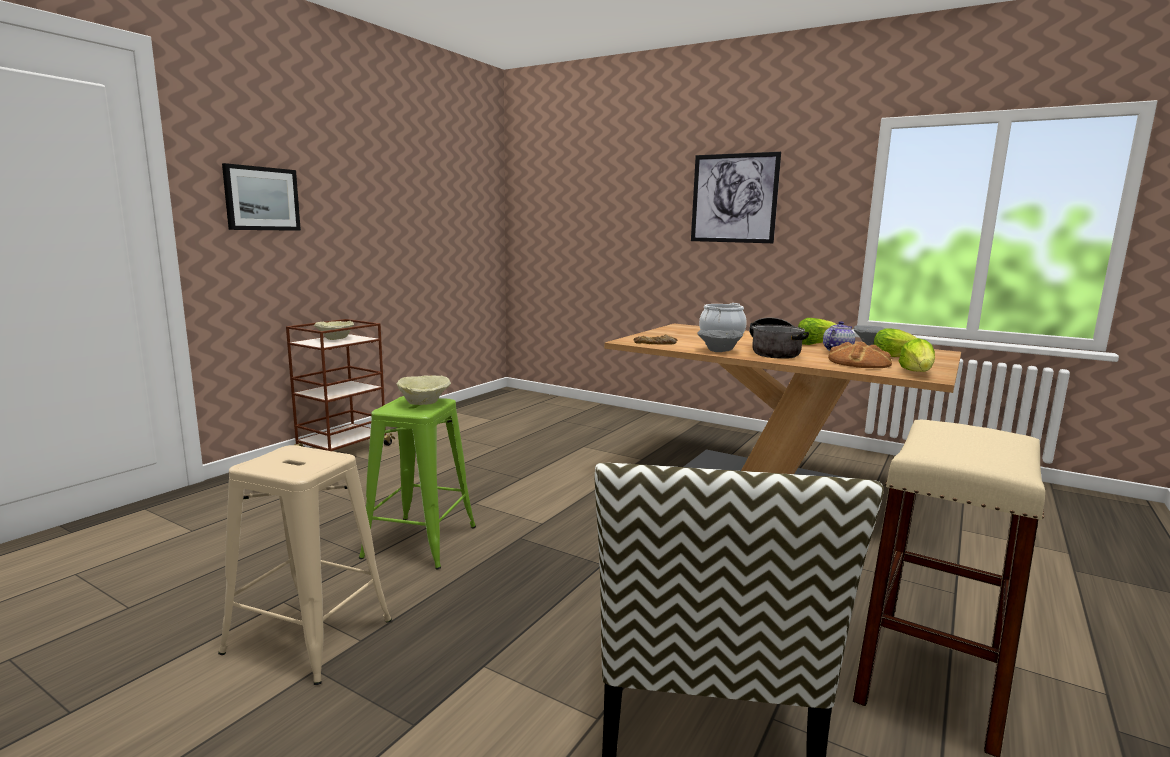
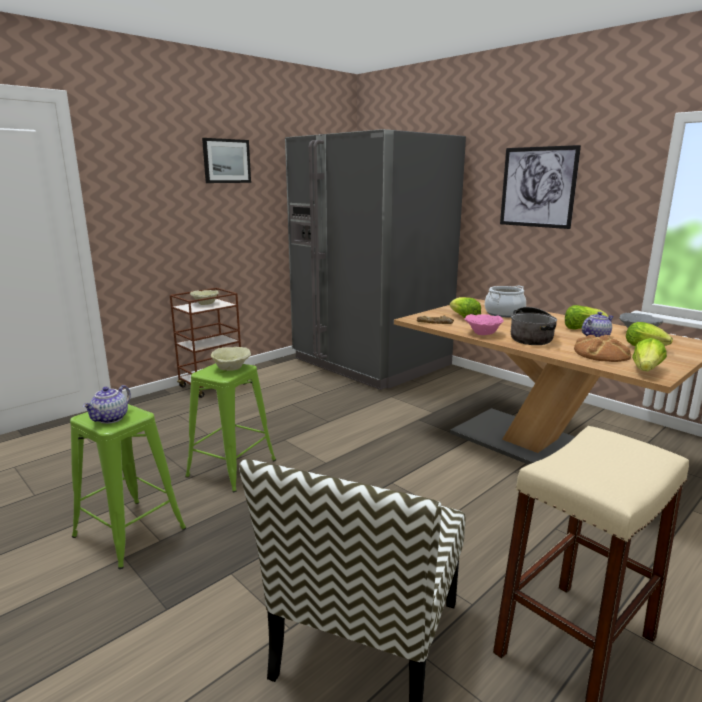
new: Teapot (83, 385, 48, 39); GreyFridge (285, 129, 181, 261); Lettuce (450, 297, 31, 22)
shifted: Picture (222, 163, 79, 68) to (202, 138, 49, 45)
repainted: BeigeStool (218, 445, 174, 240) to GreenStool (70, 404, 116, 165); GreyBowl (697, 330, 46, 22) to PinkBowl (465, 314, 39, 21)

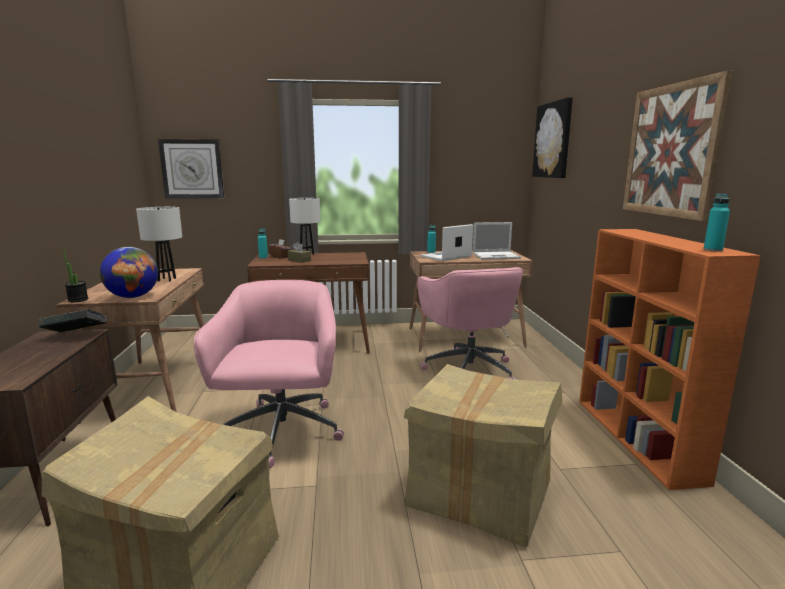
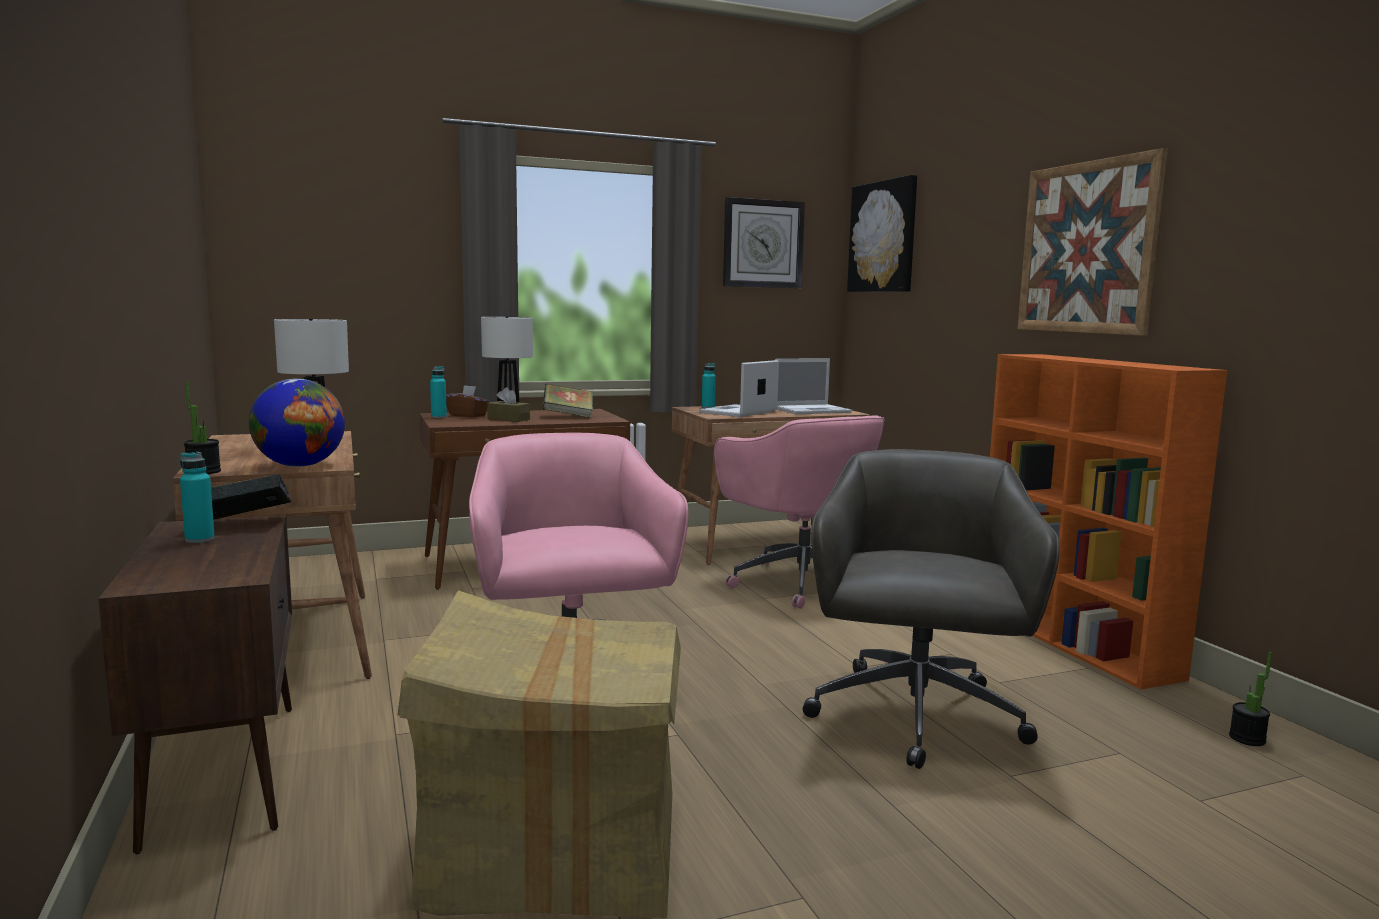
new: Book (543, 384, 50, 34); PottedPlant (1229, 652, 43, 94)
shifted: TurquoiseBottle (704, 194, 26, 57) to (180, 452, 35, 91); WallClock (158, 139, 66, 60) to (723, 197, 82, 91)
swapped: CardboardBox (404, 364, 158, 183) to GreyOfficeChair (803, 449, 257, 320)

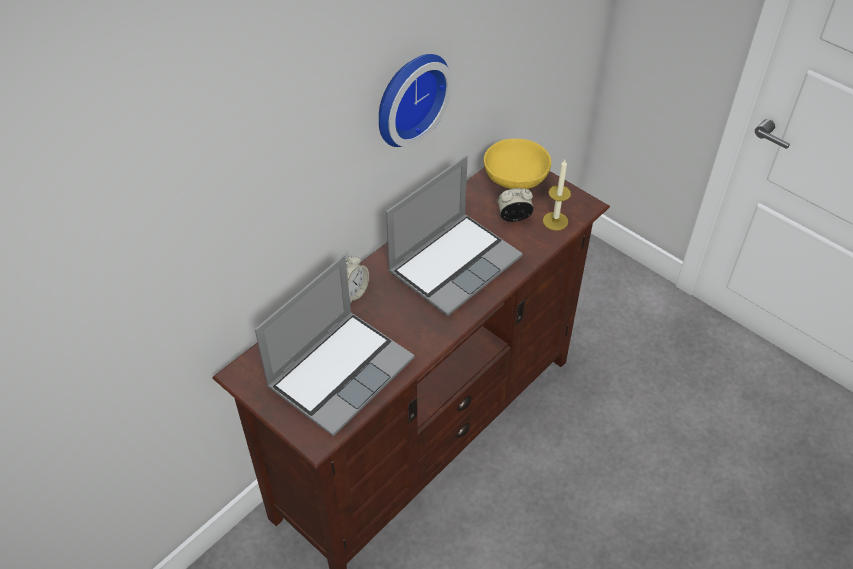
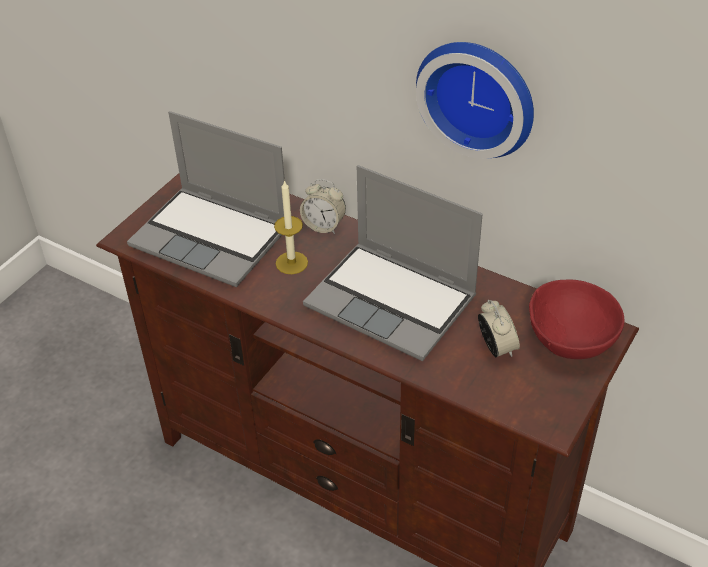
shifted: Candle (543, 160, 28, 71) to (274, 180, 34, 94)
repainted: YellowBowl (484, 139, 67, 50) to RedBowl (529, 280, 96, 79)

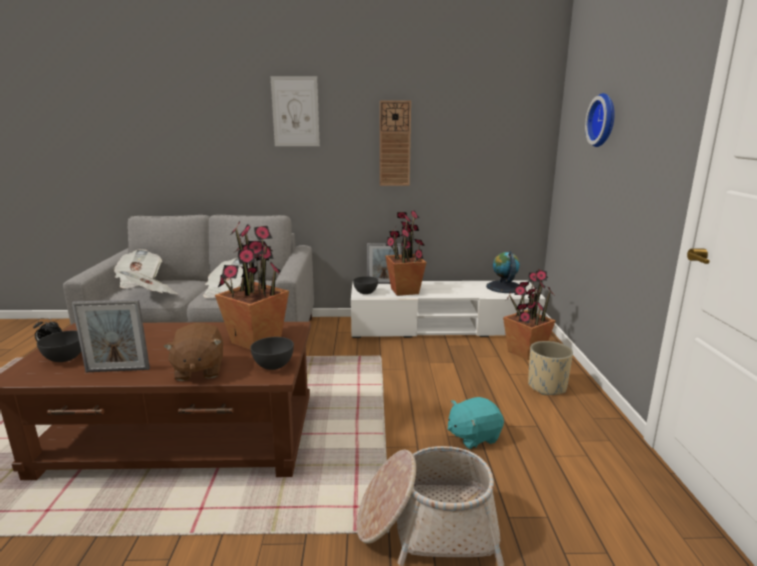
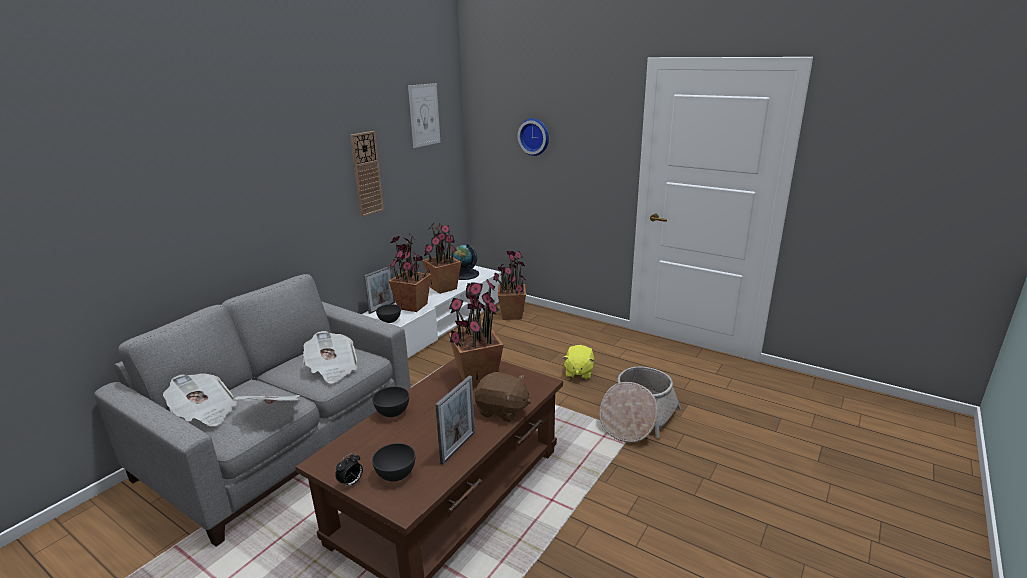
gone: BeigePlanter (528, 341, 45, 54)
new: PottedPlant (422, 223, 39, 71)
shifted: GreyBowl (250, 337, 44, 33) to (372, 387, 37, 30); Picture (271, 76, 49, 70) to (408, 83, 32, 65)
repainted: TurquoisePlushToy (448, 397, 56, 52) to YellowPlushToy (563, 345, 32, 35)

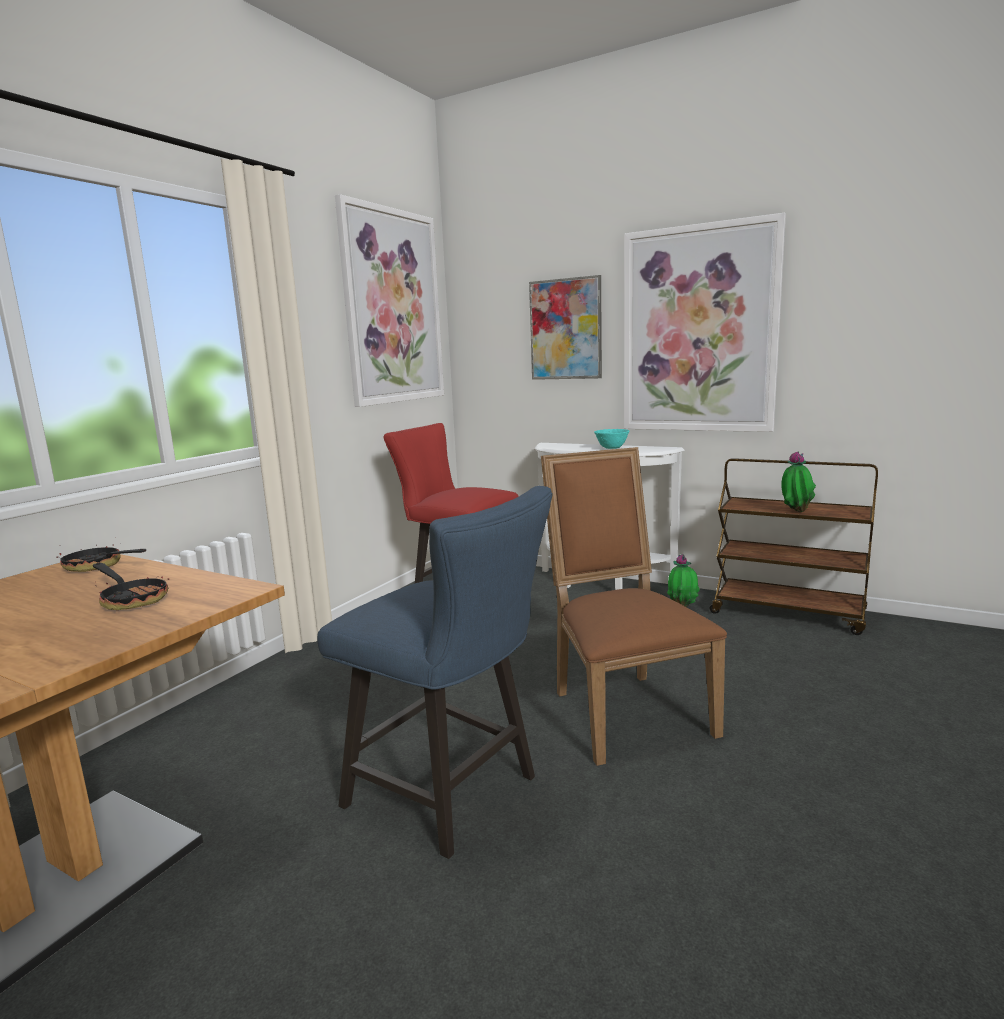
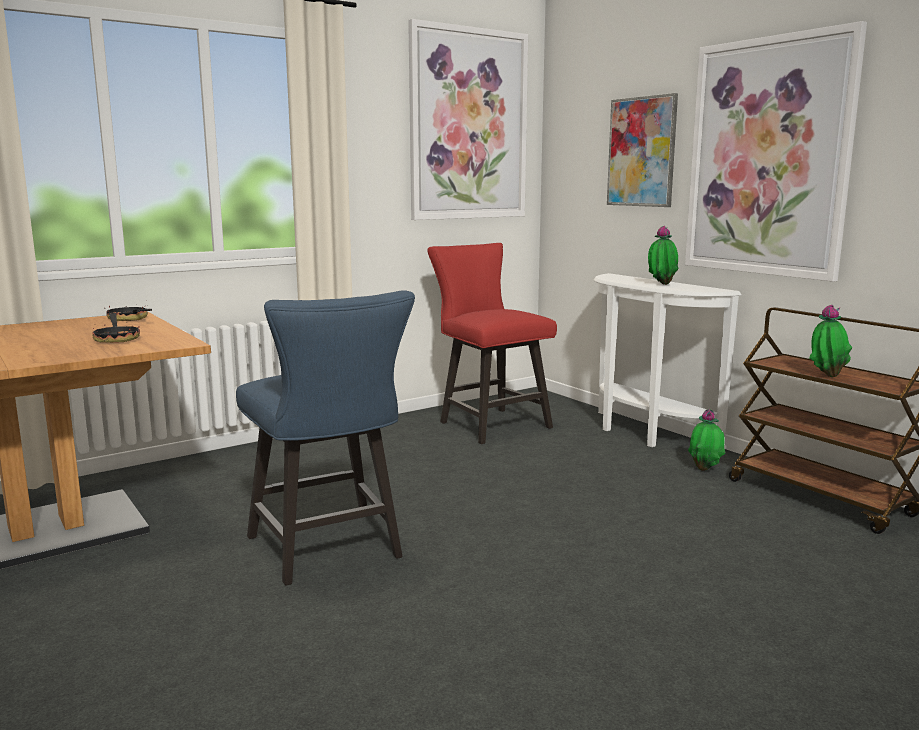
gone: BrownChair (541, 447, 186, 319)
swapped: TurquoiseBowl (594, 429, 35, 20) to PottedPlant (648, 226, 30, 59)

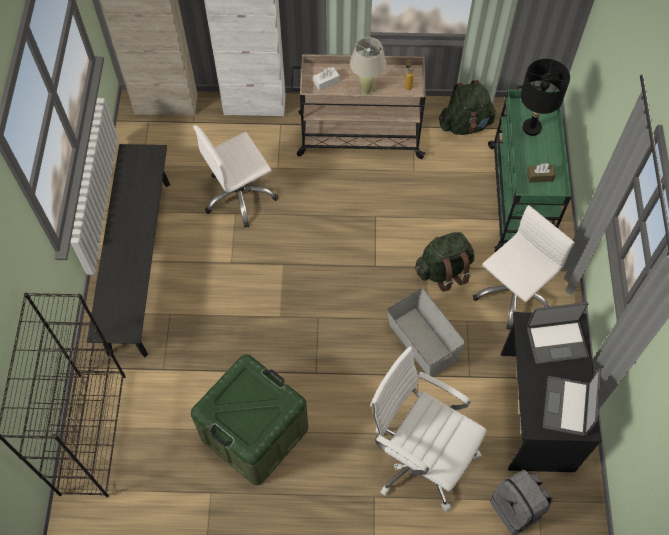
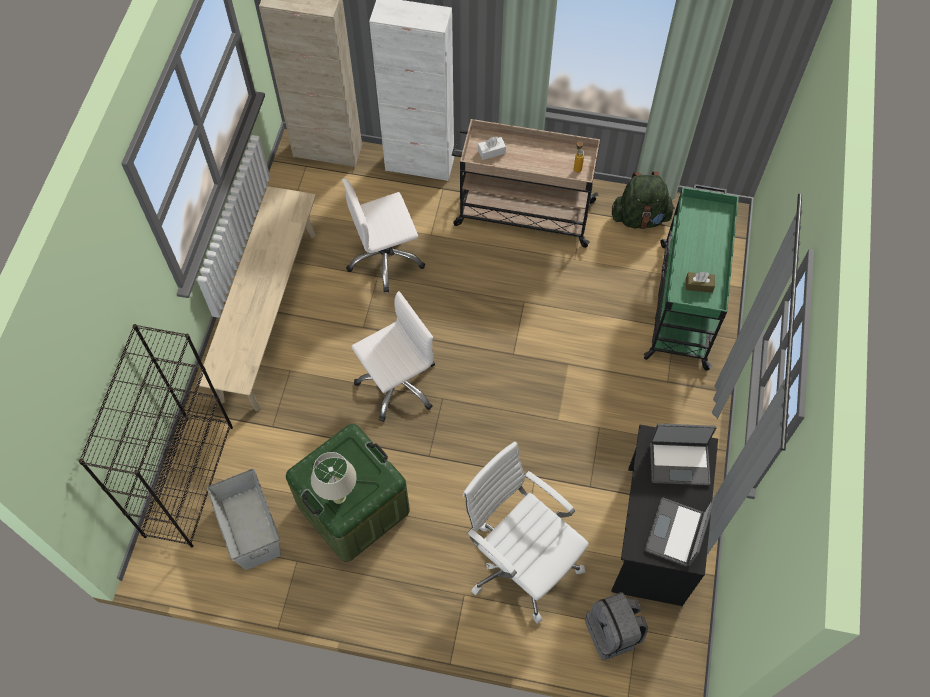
gone: GreenBackpack (415, 232, 59, 60); BlackTableLamp (521, 59, 49, 77)
shifted: GreyStorageBox (387, 288, 79, 89) to (207, 469, 74, 101); BeigeTableLamp (350, 37, 37, 58) to (311, 452, 46, 52); WhiteOfficeChair (473, 205, 101, 125) to (351, 291, 84, 131)
repainted: BlackBench (87, 144, 83, 213) to BeigeBench (196, 186, 120, 225)

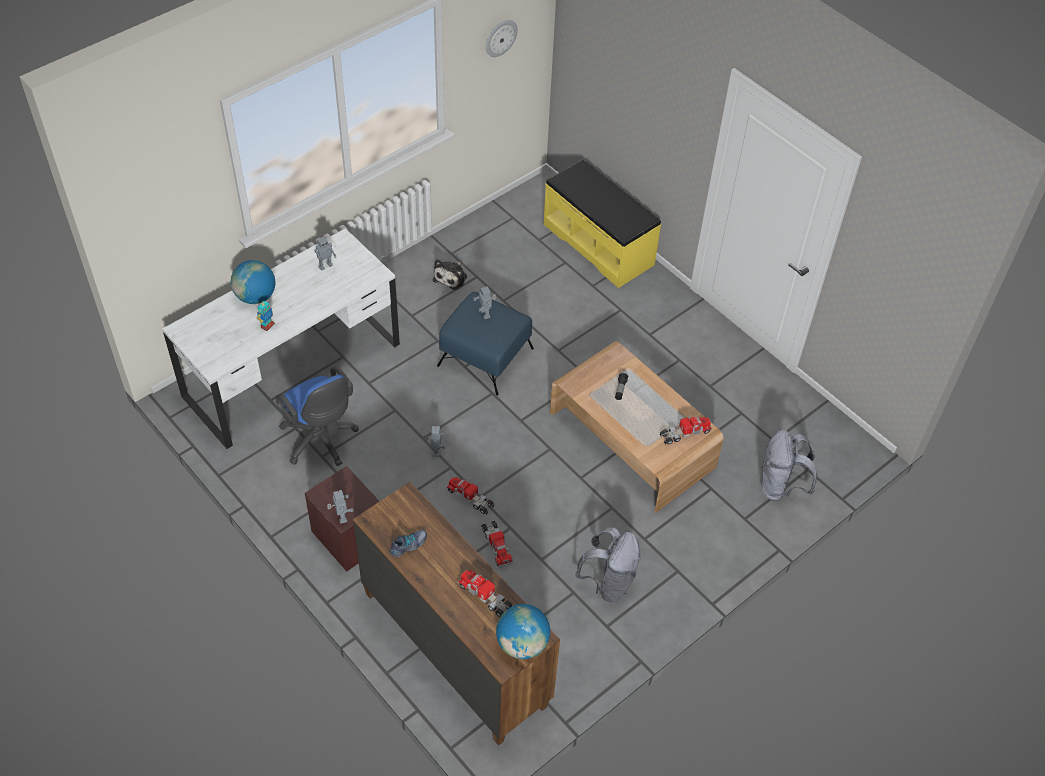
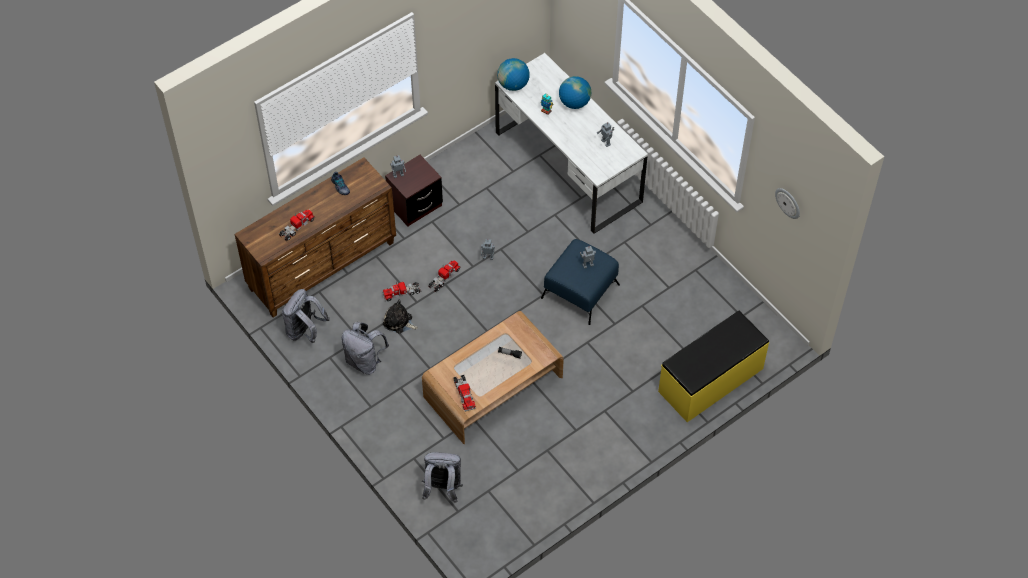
gone: BlueOfficeChair (276, 366, 83, 100)
new: GreyBackpack (282, 289, 48, 54)
shifted: PlushToy (433, 259, 34, 31) to (383, 300, 35, 33); Globe (496, 604, 54, 55) to (497, 58, 33, 33)

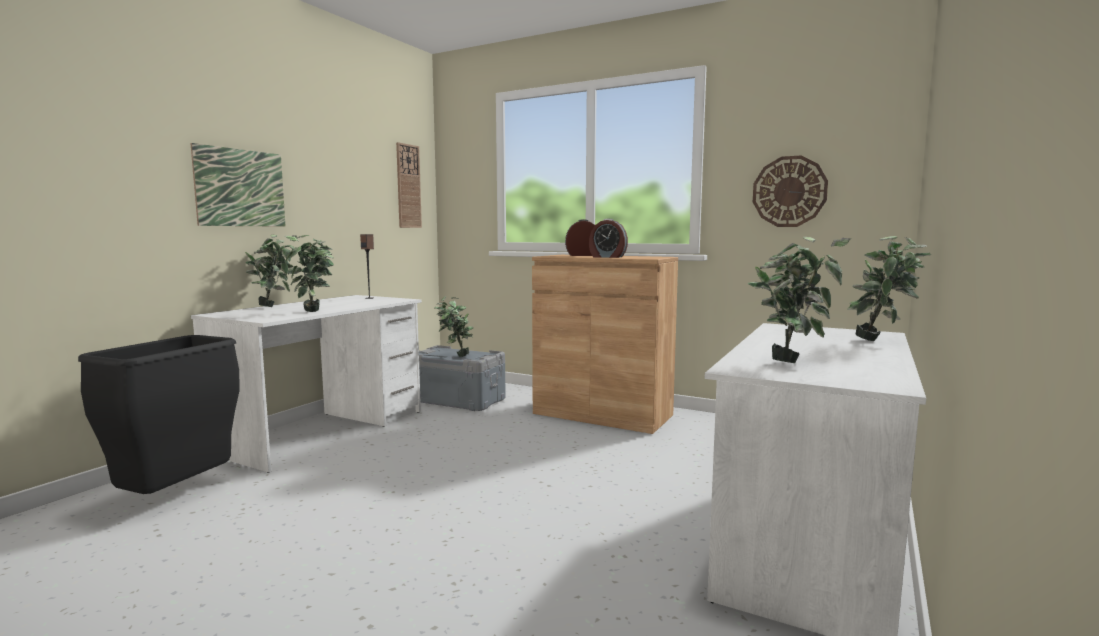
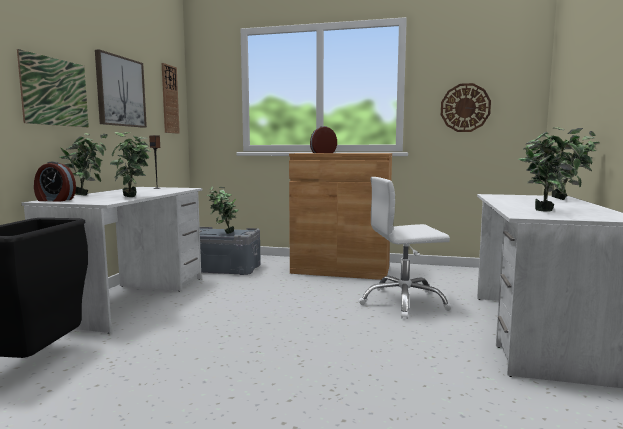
new: Picture (95, 49, 52, 79); WhiteOfficeChair (359, 177, 93, 142)
shifted: AlarmClock (589, 219, 39, 39) to (34, 161, 42, 41)

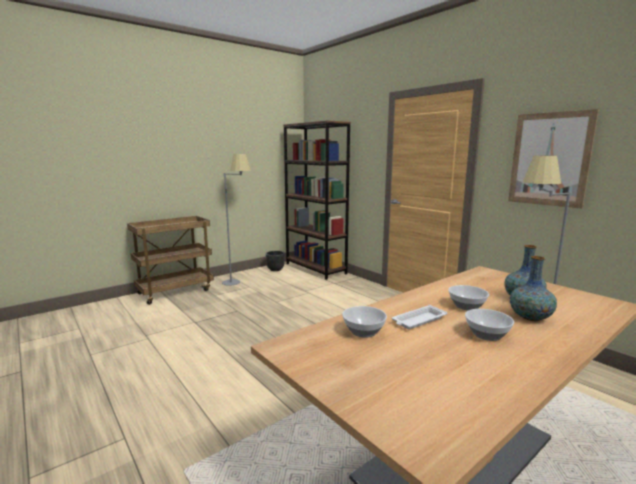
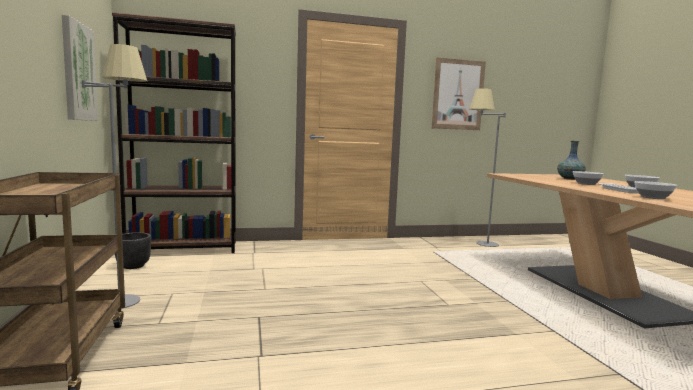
gone: Vase (510, 256, 47, 65)
new: Picture (62, 15, 36, 106)

